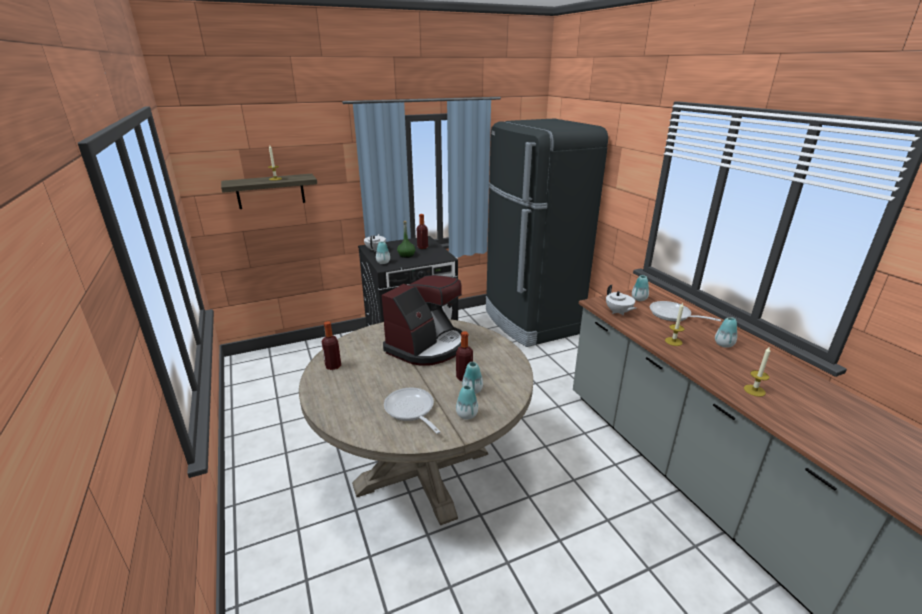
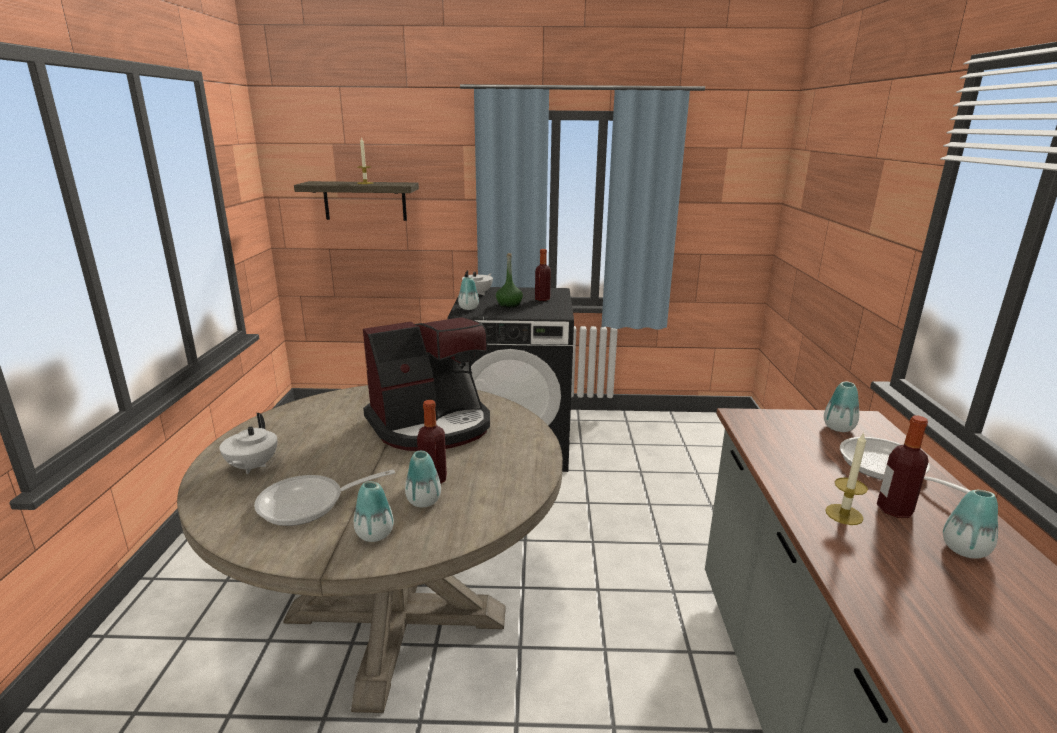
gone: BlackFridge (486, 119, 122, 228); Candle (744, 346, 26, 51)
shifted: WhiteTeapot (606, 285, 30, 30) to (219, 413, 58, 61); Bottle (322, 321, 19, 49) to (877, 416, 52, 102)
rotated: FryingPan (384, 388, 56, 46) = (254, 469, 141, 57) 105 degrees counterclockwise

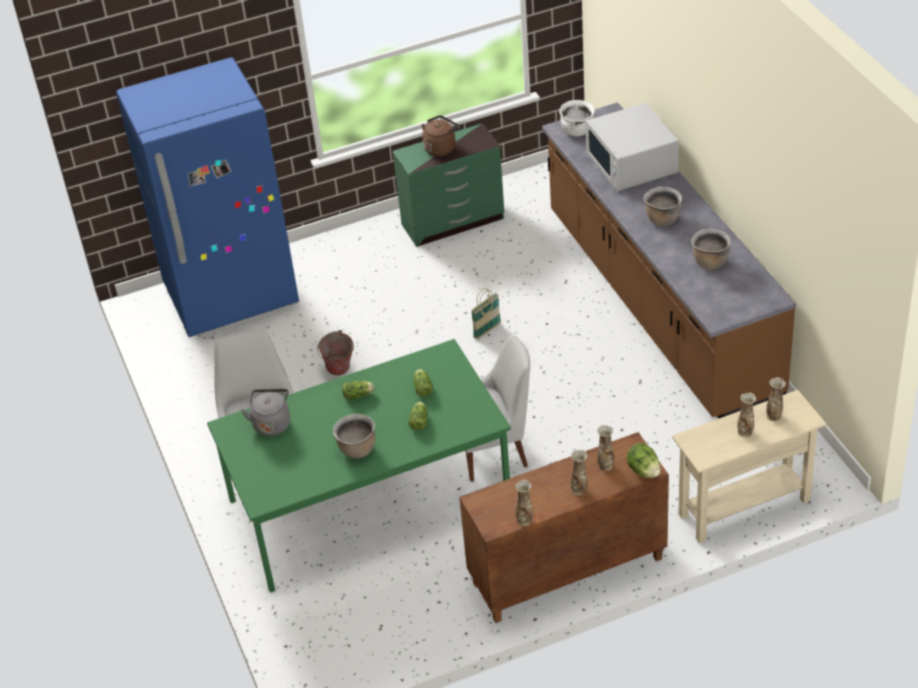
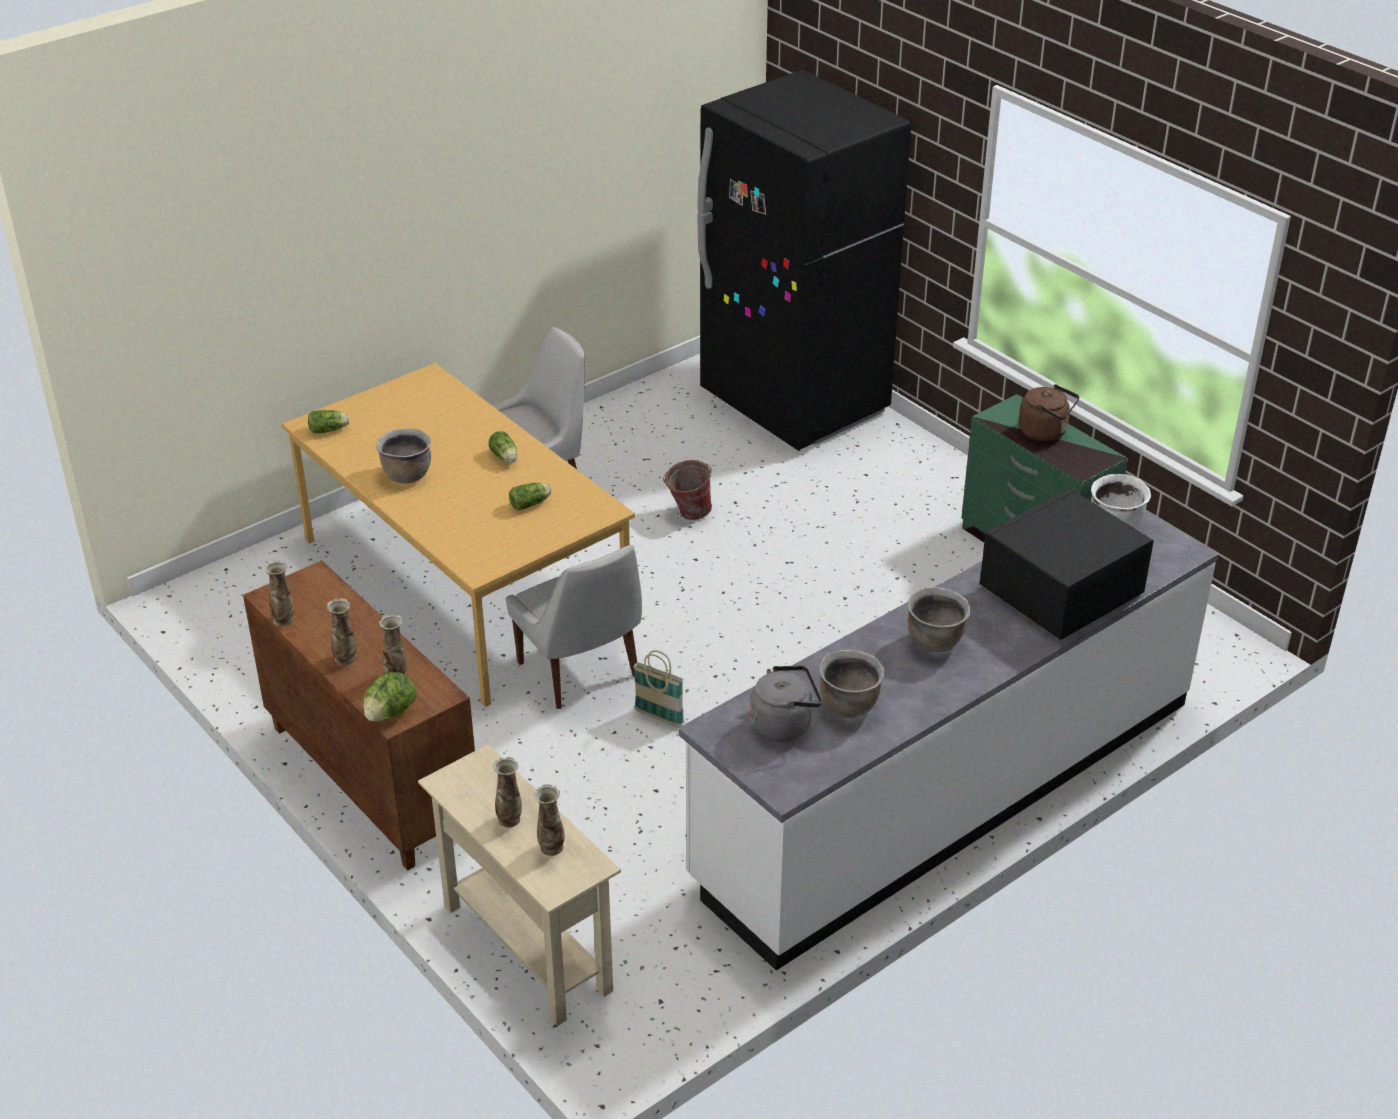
shifted: Lettuce (408, 402, 19, 28) to (308, 410, 42, 24); Basket (471, 288, 30, 52) to (633, 650, 51, 77); GreyKettle (241, 389, 49, 47) to (750, 666, 72, 76)
repainted: GreenDiningTable (207, 339, 304, 254) to OrangeDiningTable (282, 363, 353, 344); BrownCounter (542, 102, 254, 316) to WhiteCounter (678, 511, 540, 460); BlueFridge (116, 57, 183, 280) to BlackFridge (697, 70, 214, 380); WhiteMicrowave (586, 103, 93, 89) to BlackMicrowave (980, 488, 174, 152)

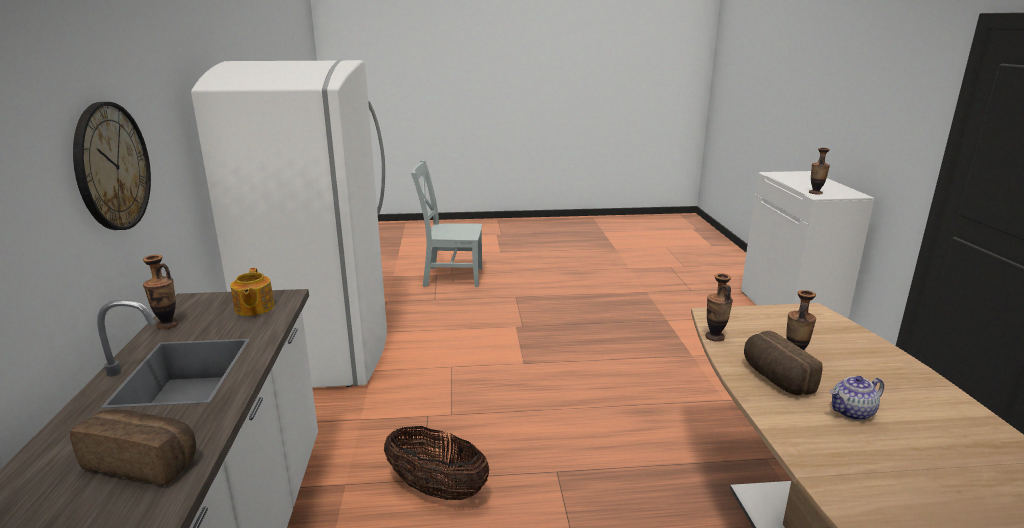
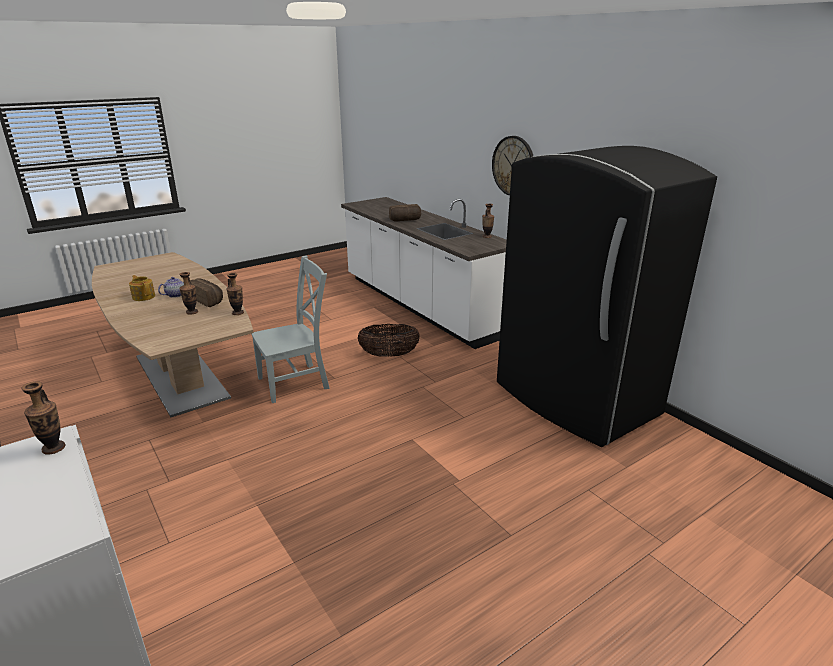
shifted: Teapot (230, 268, 45, 48) to (129, 275, 26, 26); GreyChair (411, 160, 71, 127) to (251, 255, 79, 148)
repainted: WhiteFridge (191, 60, 196, 328) to BlackFridge (497, 146, 220, 301)

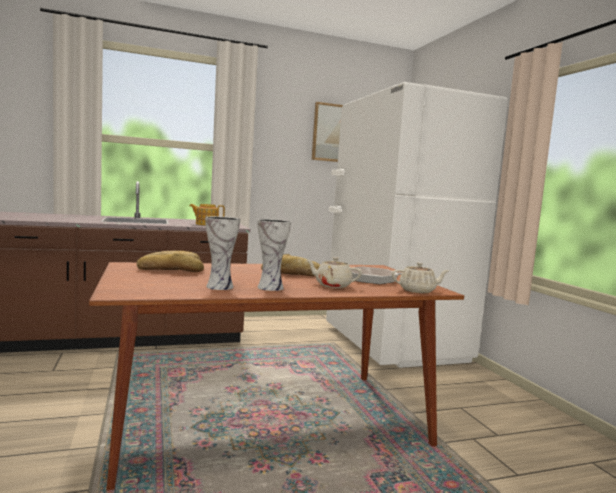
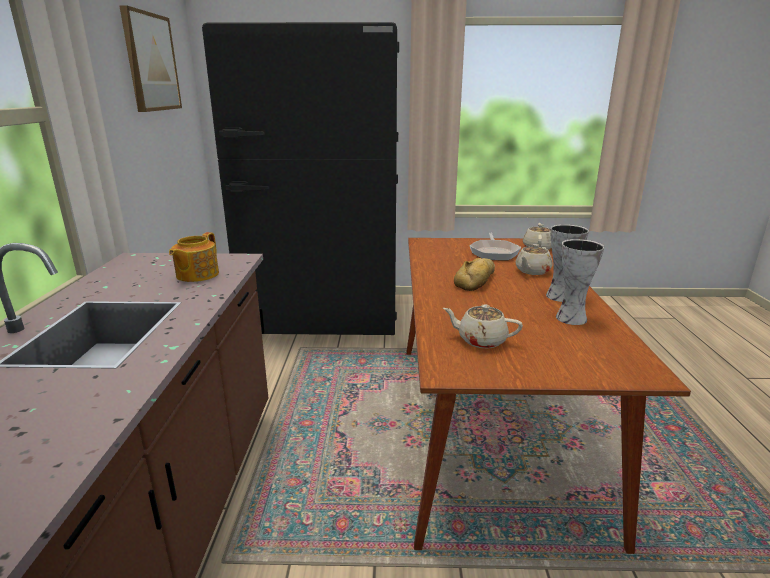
swapped: Bread (137, 251, 67, 21) to BeigeTeapot (443, 304, 80, 44)
repainted: WhiteFridge (326, 82, 182, 286) to BlackFridge (202, 22, 197, 313)

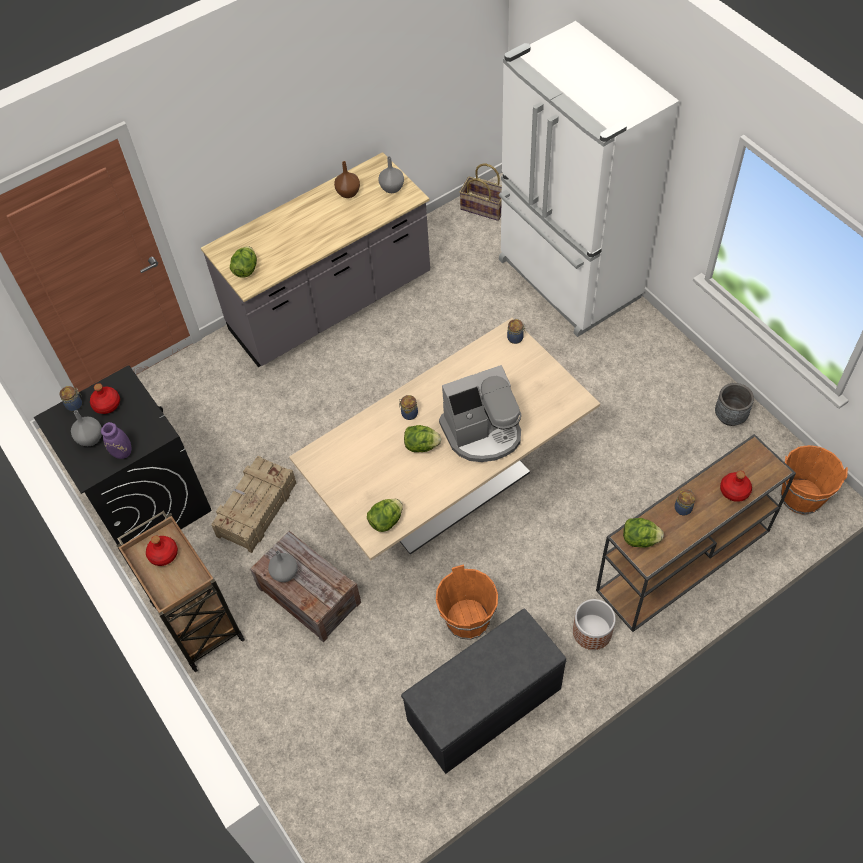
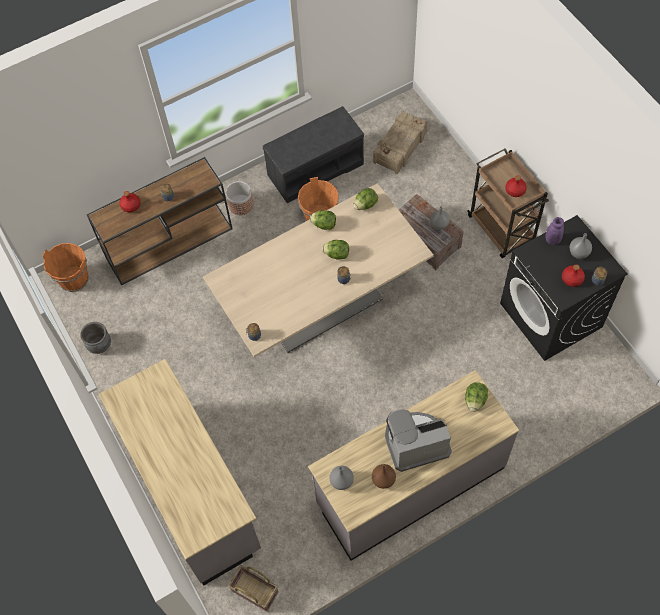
shifted: Lettuce (623, 518, 41, 30) to (310, 210, 26, 20); Crate (211, 456, 85, 97) to (373, 111, 54, 63); CoffeeMachine (439, 365, 82, 97) to (385, 409, 67, 63)
swapped: WhiteFridge (499, 21, 180, 316) to GreyCounter (99, 359, 162, 226)

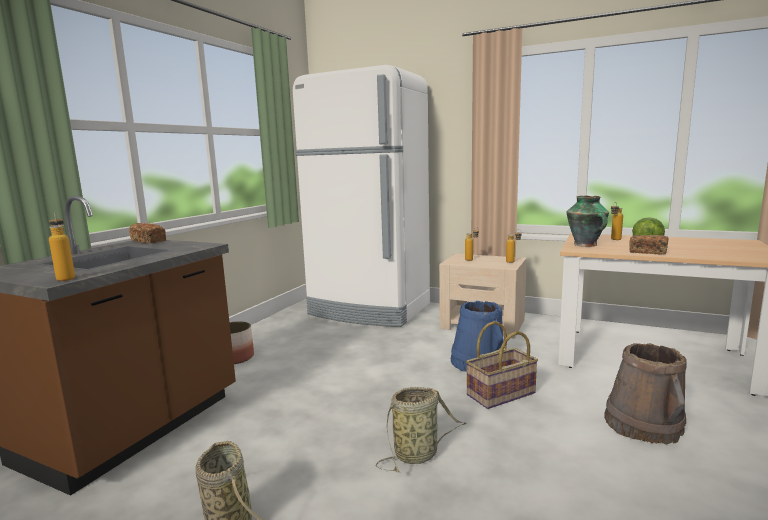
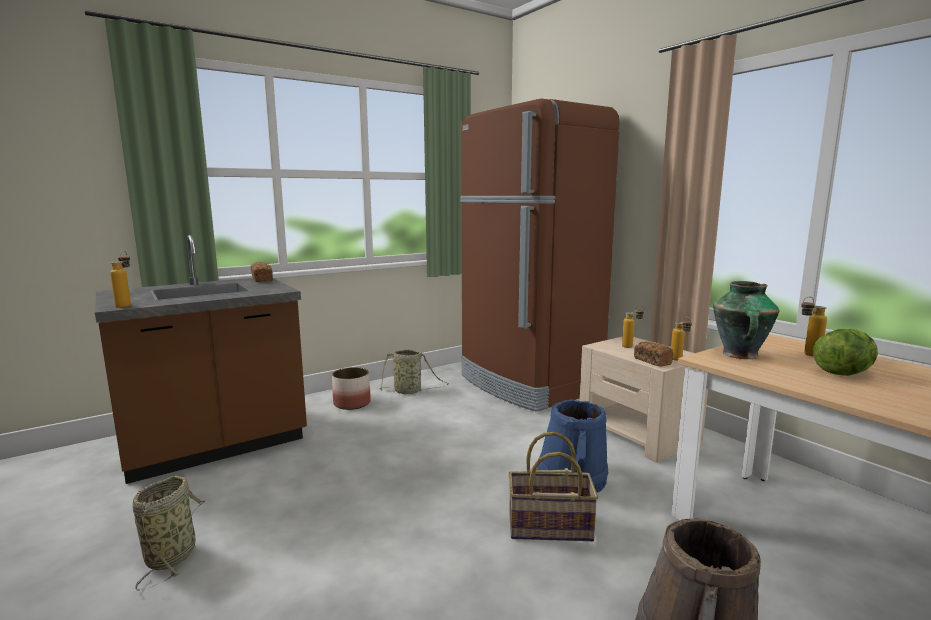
shifted: Basket (376, 387, 91, 85) to (379, 349, 70, 45); Bread (629, 235, 39, 20) to (634, 342, 40, 24)
repainted: WhiteFridge (293, 65, 137, 262) to BrownFridge (460, 98, 159, 314)

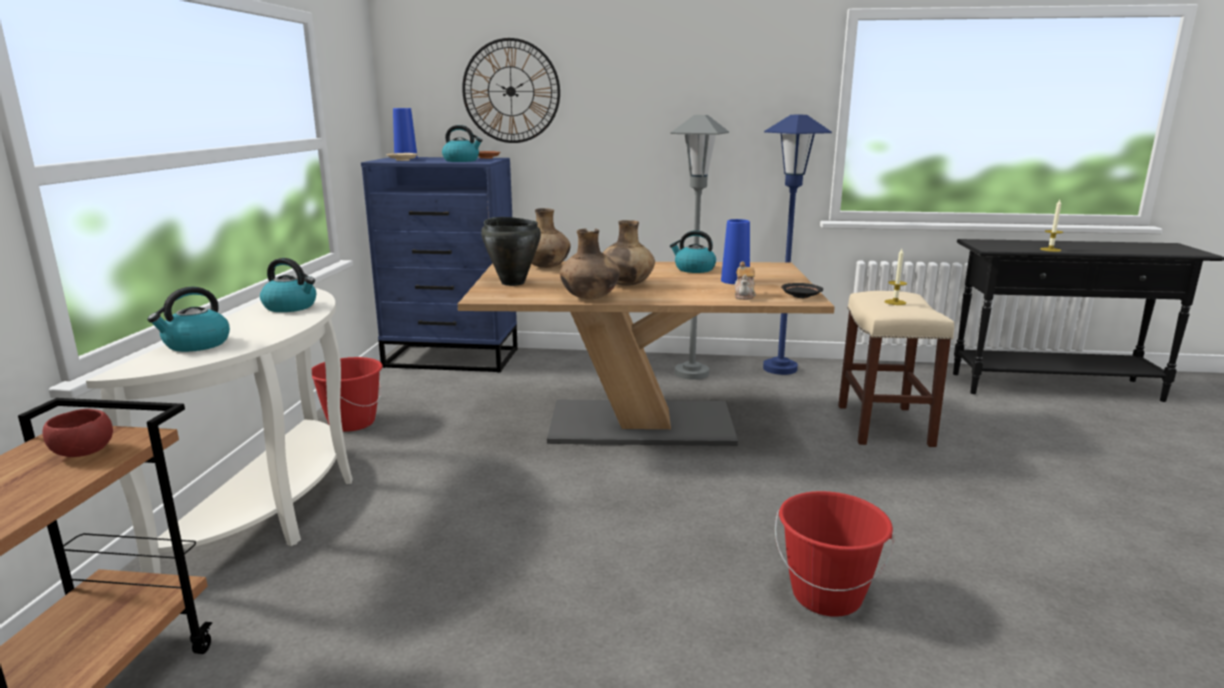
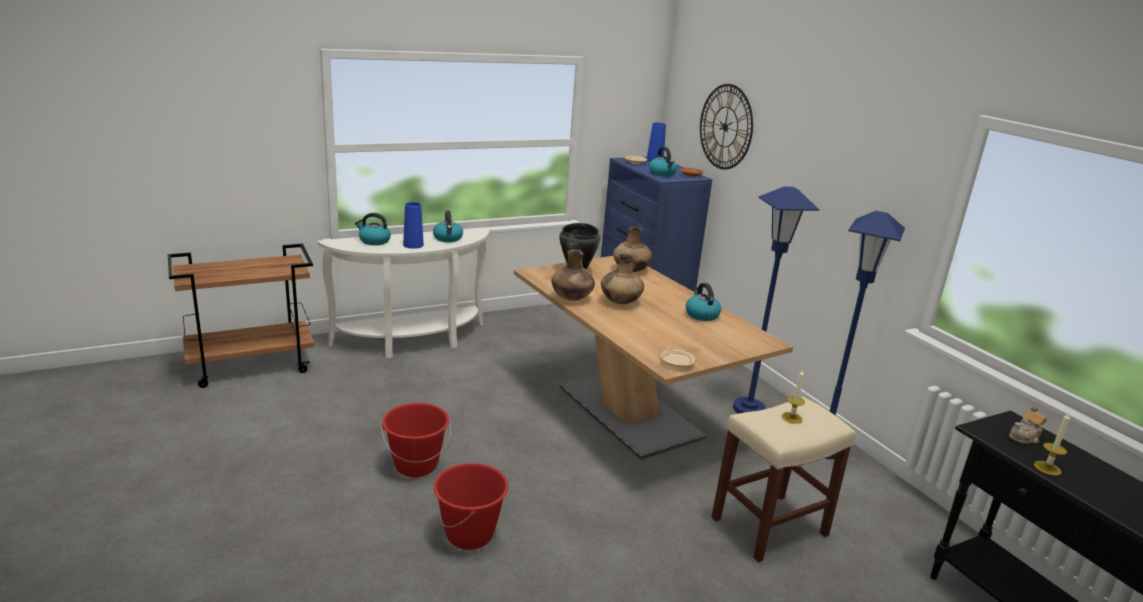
gone: RedBowl (42, 409, 71, 48)
shifted: RedBucket (312, 357, 71, 75) to (381, 403, 70, 74); BlueVase (721, 219, 29, 65) to (403, 202, 21, 47); Teapot (735, 261, 21, 39) to (1009, 405, 38, 39)
repainted: BlackPlate (781, 283, 42, 15) to BeigePlate (661, 349, 34, 18); GreyFloorLamp (670, 115, 59, 265) to BlueFloorLamp (733, 187, 86, 227)

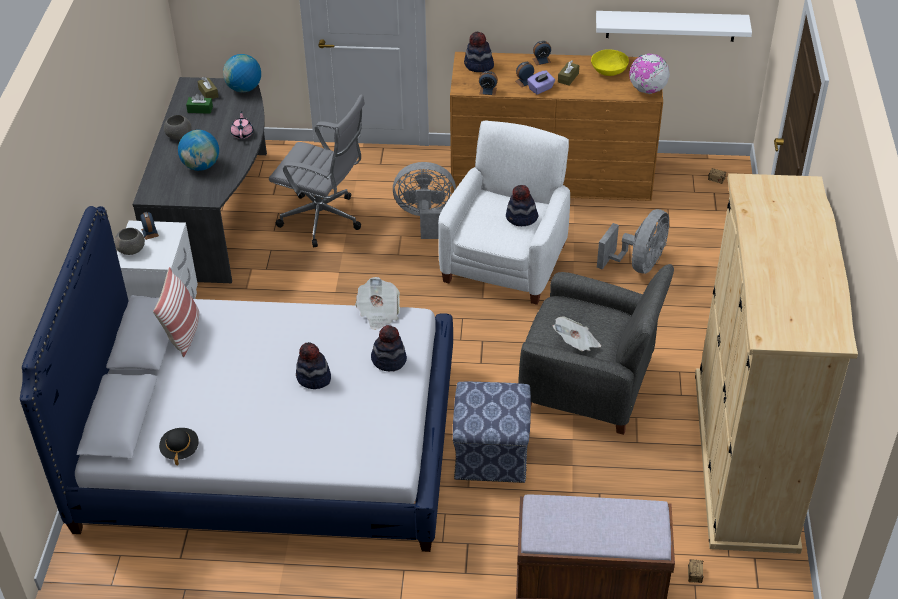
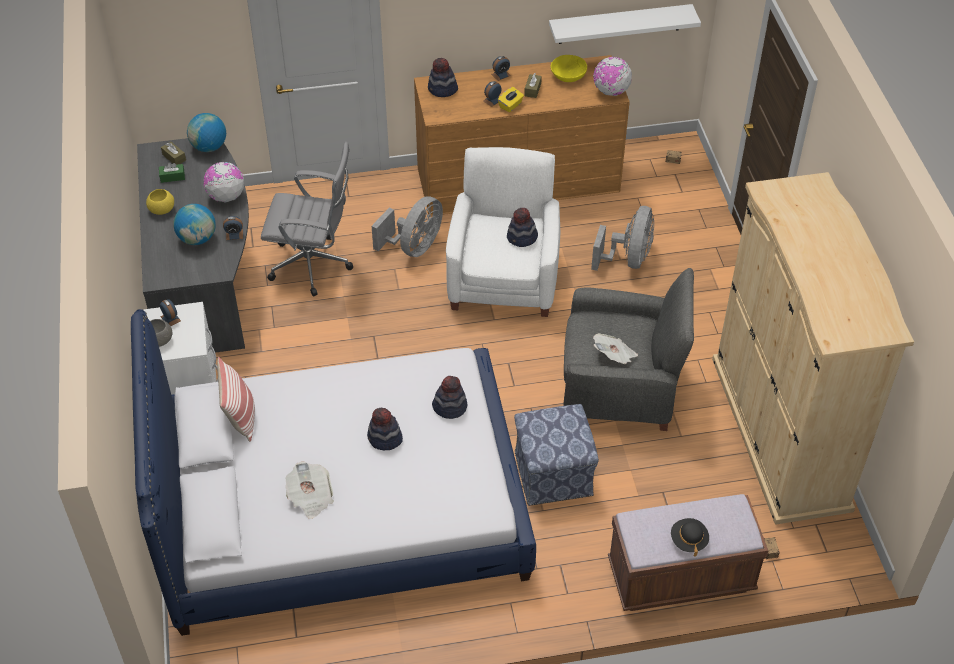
shifted: AlarmClock (479, 71, 19, 24) to (223, 216, 20, 24); Newspaper (355, 277, 45, 53) to (285, 461, 49, 58); BlackHat (159, 428, 40, 37) to (671, 518, 38, 39)
swapped: PinkTeapot (231, 111, 23, 28) to Globe (203, 162, 41, 41)
repainted: GreyBowl (164, 115, 27, 25) to YellowBowl (146, 189, 28, 26); PurpleTissueBox (527, 70, 28, 25) to YellowTissueBox (498, 87, 26, 25)
rotated: GreyFan (393, 162, 63, 77) = (372, 196, 71, 61) 135 degrees clockwise

